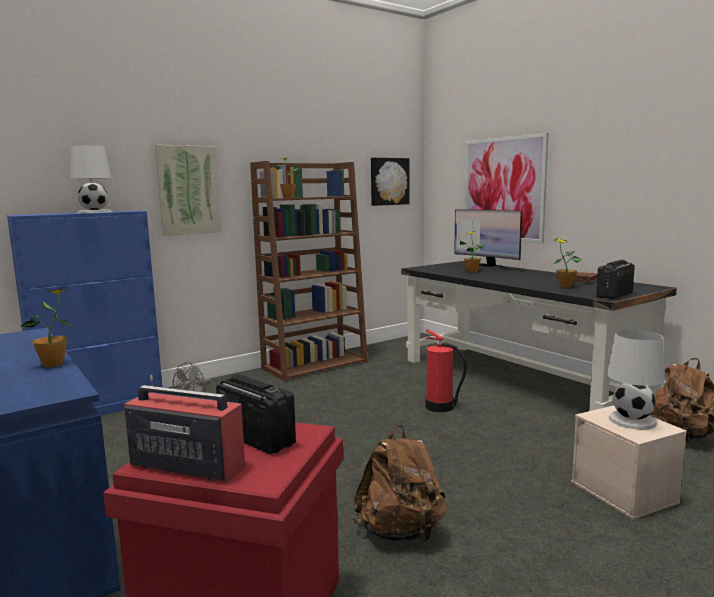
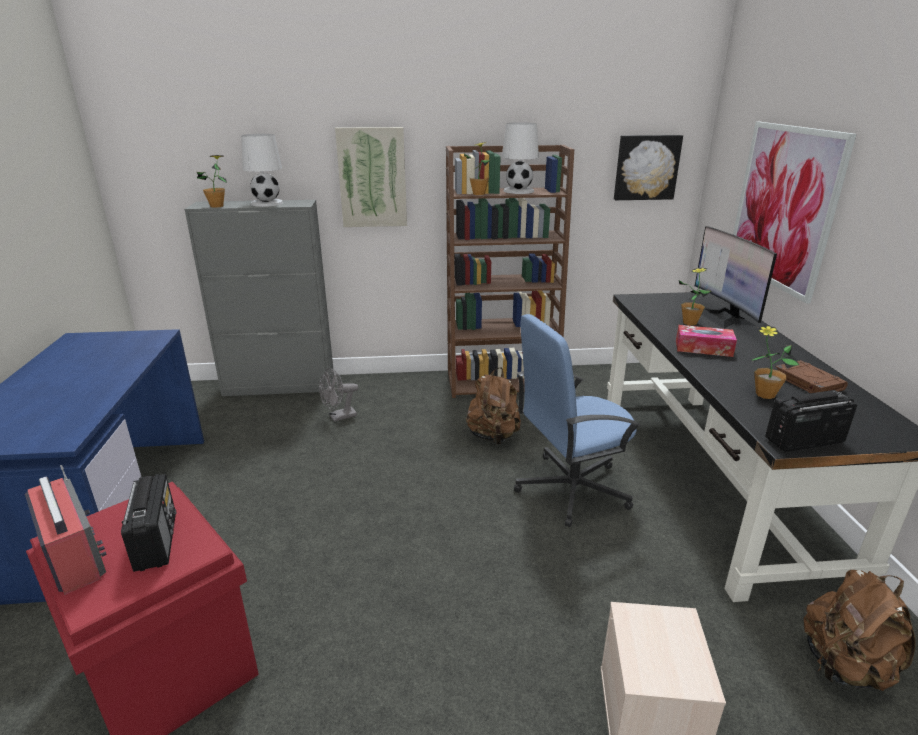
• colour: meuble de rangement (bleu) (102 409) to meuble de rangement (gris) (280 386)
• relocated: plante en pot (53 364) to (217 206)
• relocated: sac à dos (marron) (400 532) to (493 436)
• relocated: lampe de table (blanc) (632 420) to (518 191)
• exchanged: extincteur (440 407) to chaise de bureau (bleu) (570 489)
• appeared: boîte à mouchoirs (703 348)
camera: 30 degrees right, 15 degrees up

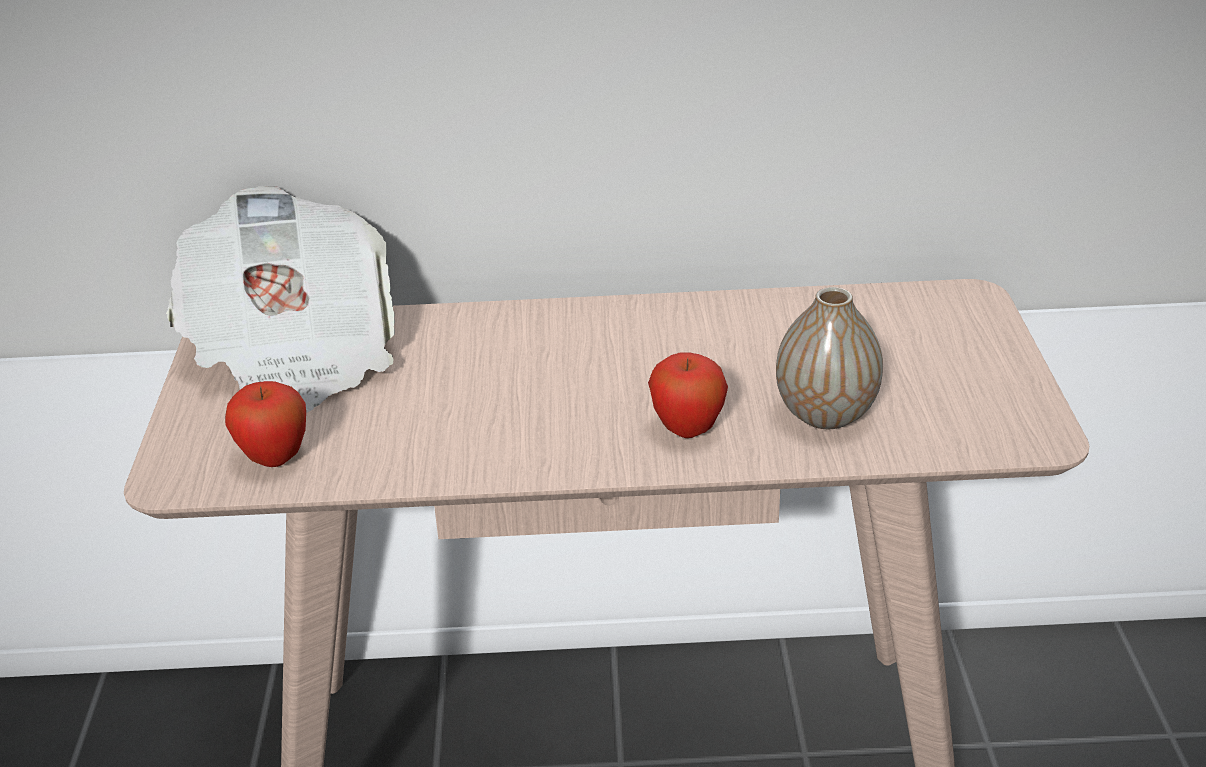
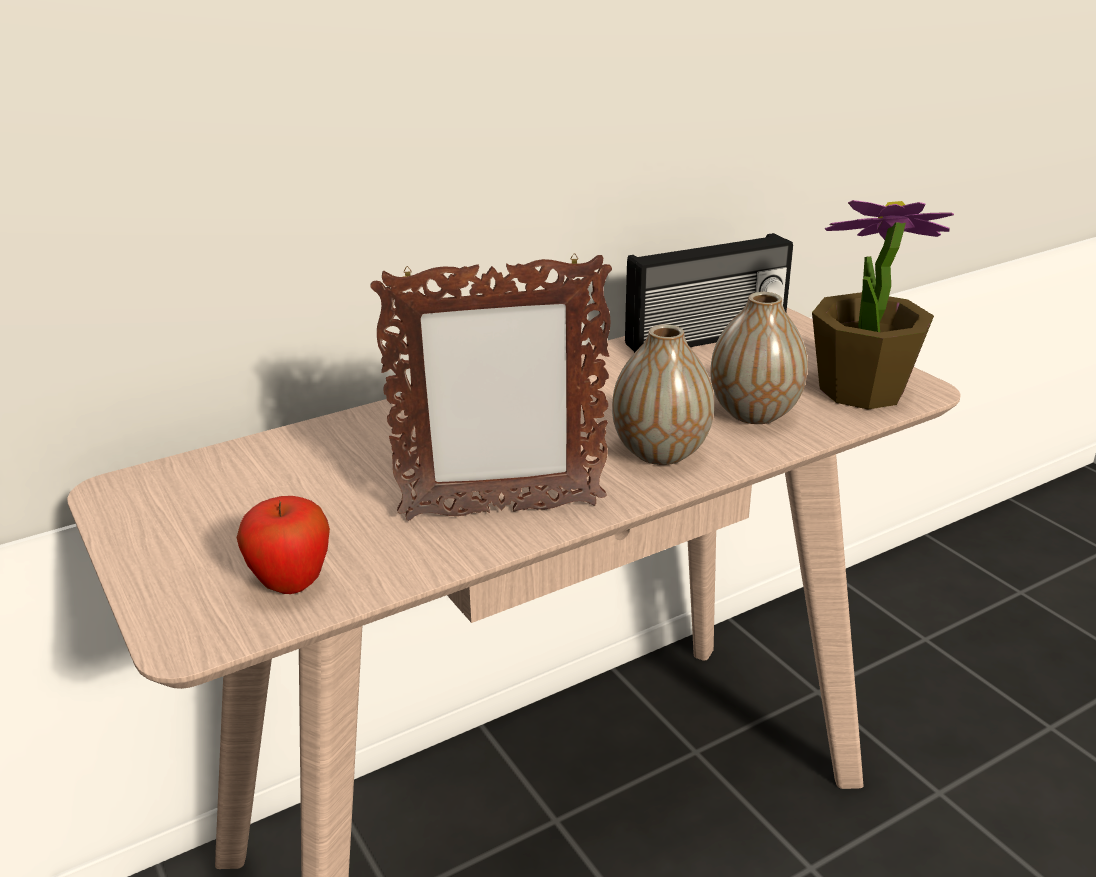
• appeared: cadre photo (500 511)
• exchanged: pomme (687 430) to vase (660 452)
• appeared: radio (707 338)
• appeared: plante en pot (860 390)
• missing: journal (293 355)
camera: 30 degrees left, 5 degrees down

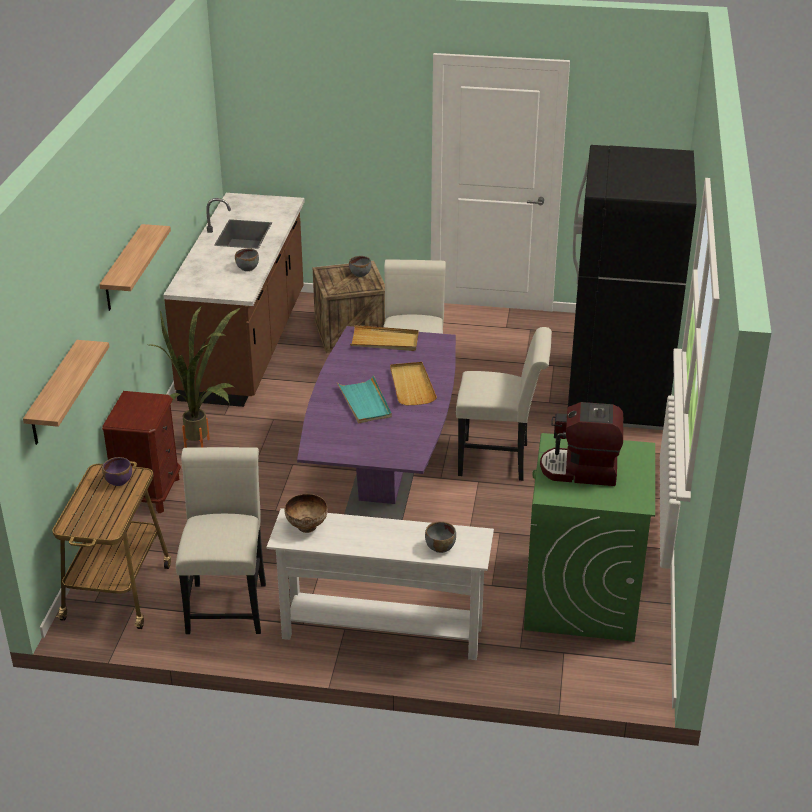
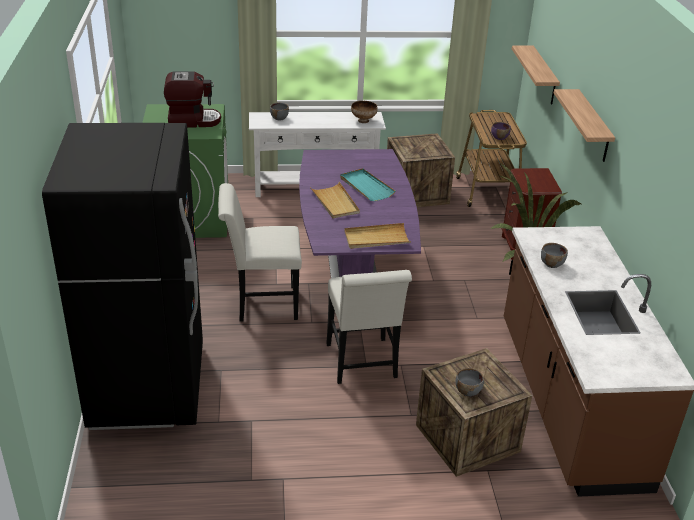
• exchanged: chaise (blanc) (228 603) to caisse (416 193)
camera: 165 degrees right, 0 degrees up

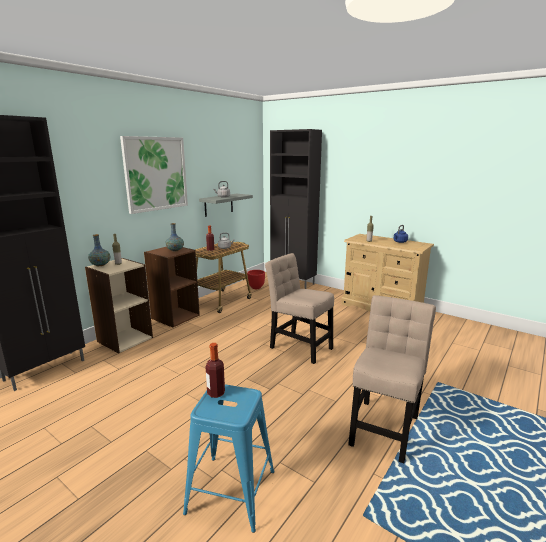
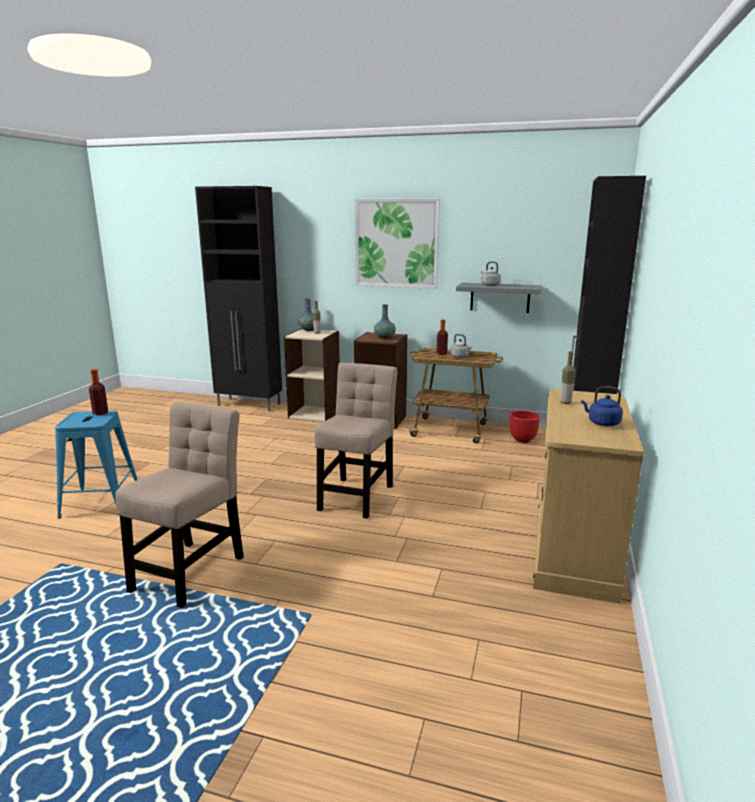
• spun: chaise (beige) (384 426) = (191 570) 75 degrees counterclockwise
camera: 70 degrees right, 0 degrees up

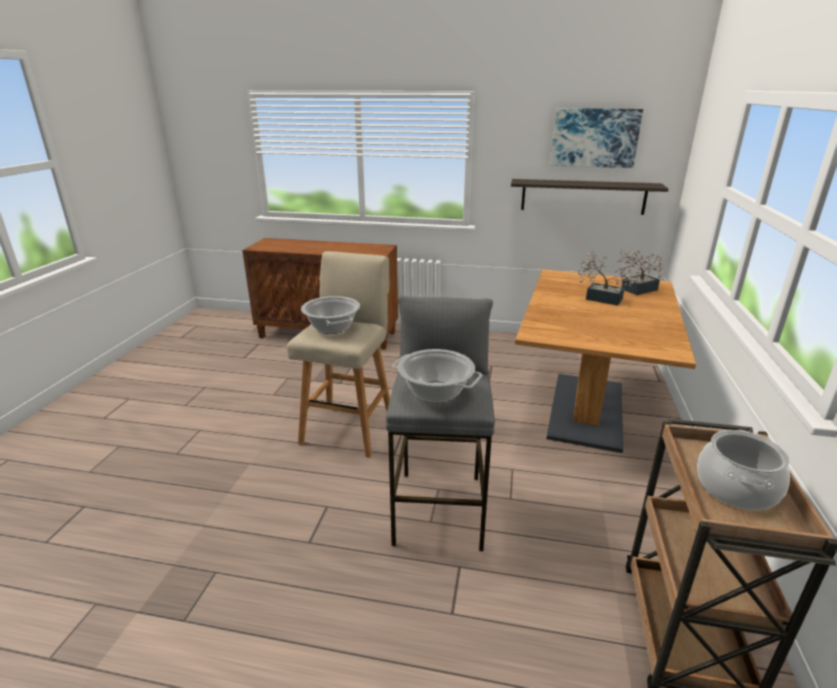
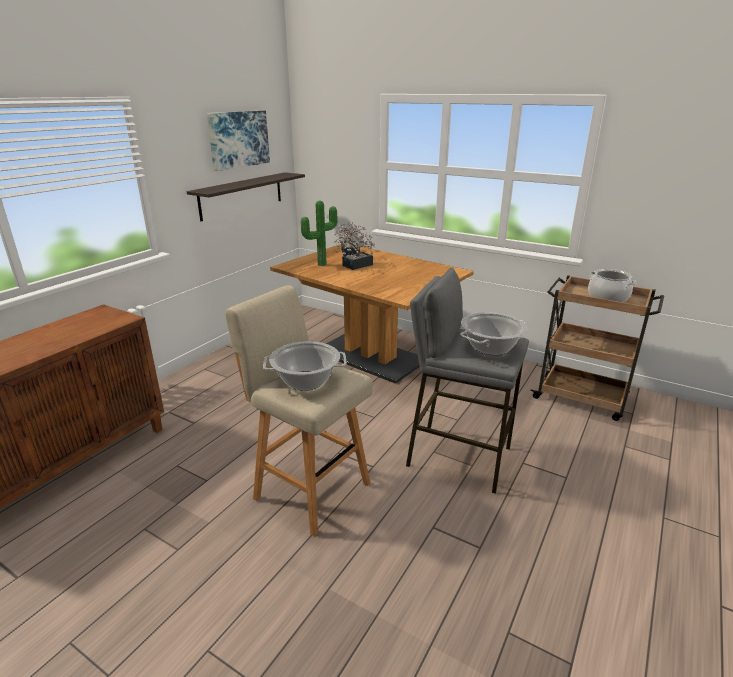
• appeared: plante en pot (321 264)
camera: 70 degrees left, 0 degrees up

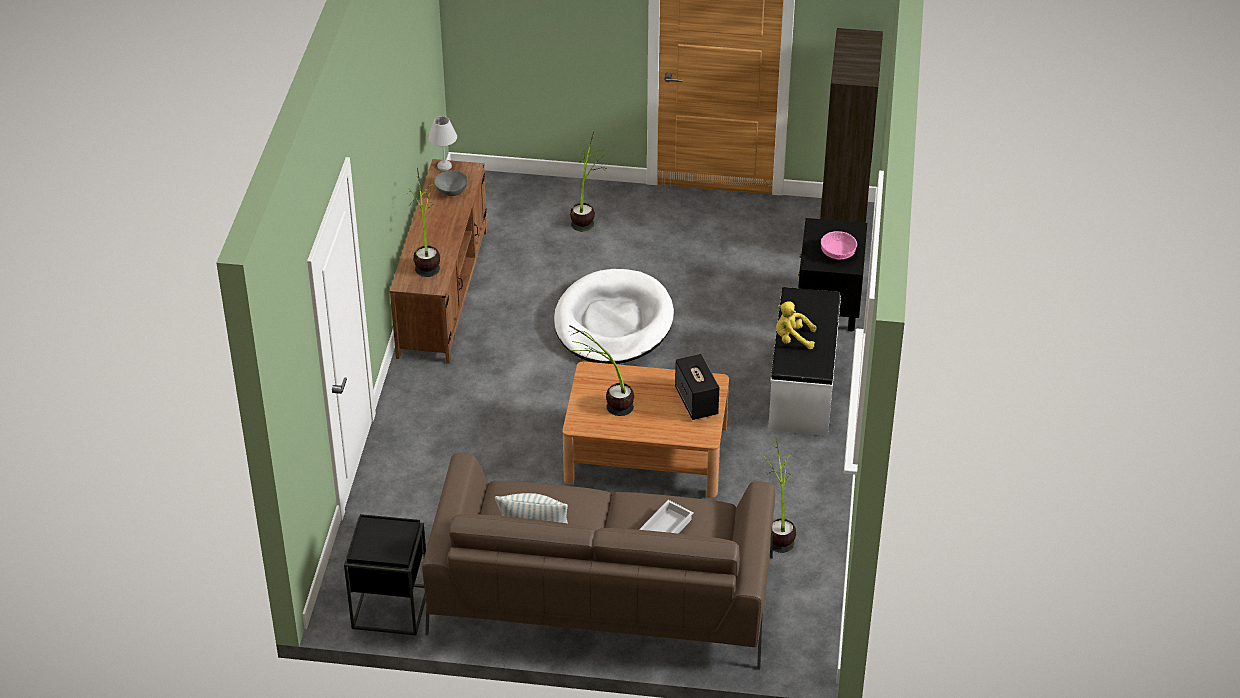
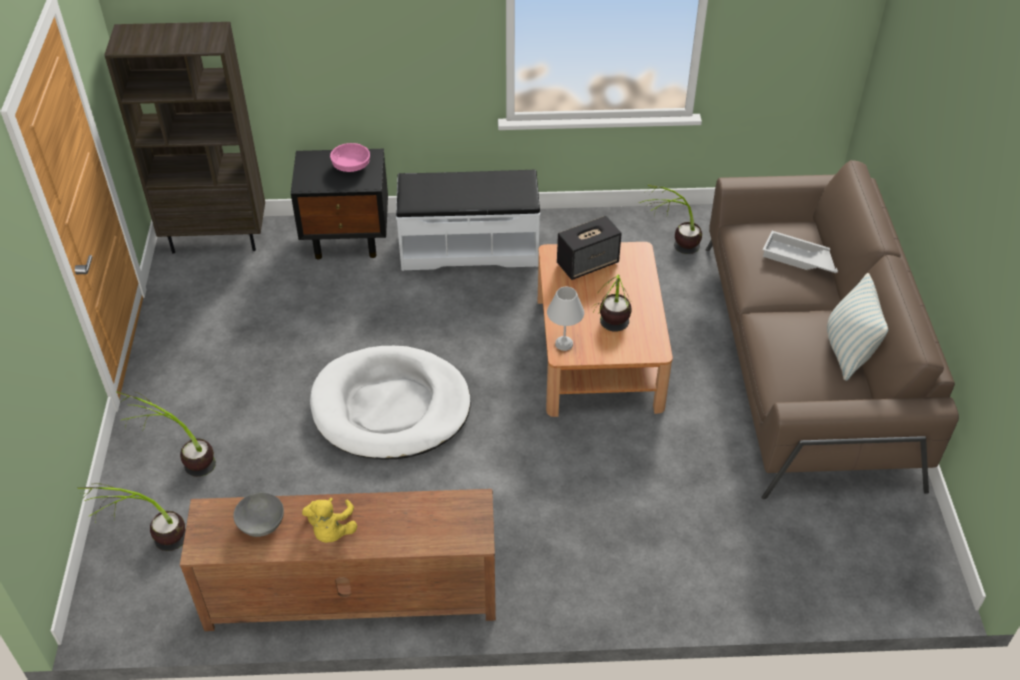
• relocated: plante en pot (426 258) to (150 542)
• relocated: peluche (jaune) (793 339) to (331 531)
• relocated: lampe de table (blanc) (444 166) to (565 344)
• missing: table d'appoint (noir) (390 607)
camera: 100 degrees left, 5 degrees up

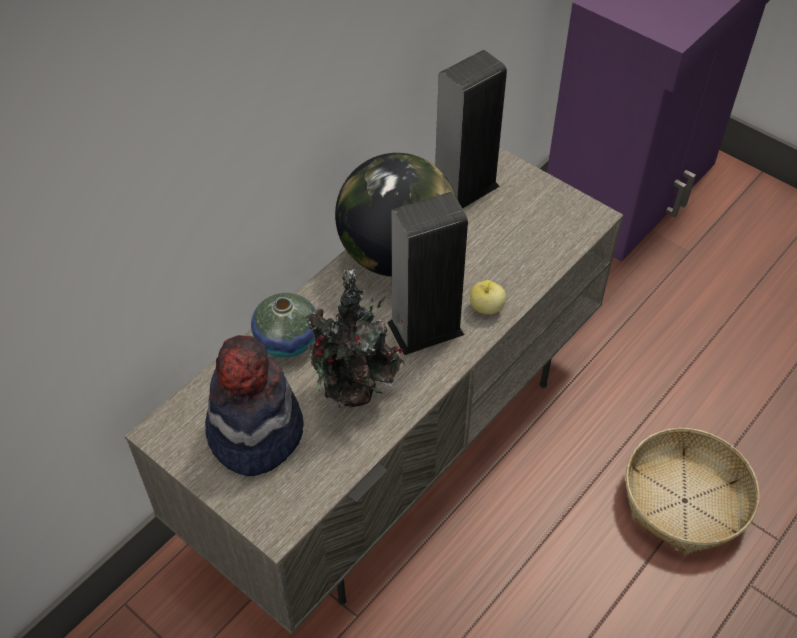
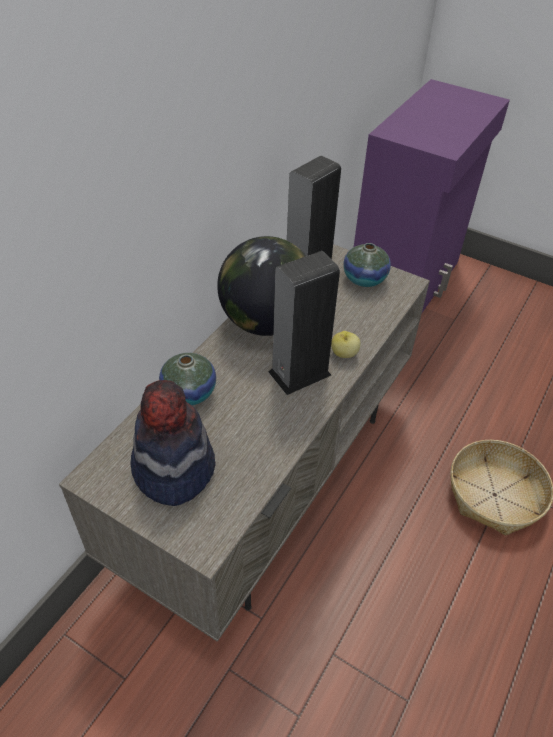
• appeared: vase (364 279)
• missing: plante en pot (354 395)
camera: 10 degrees left, 5 degrees down

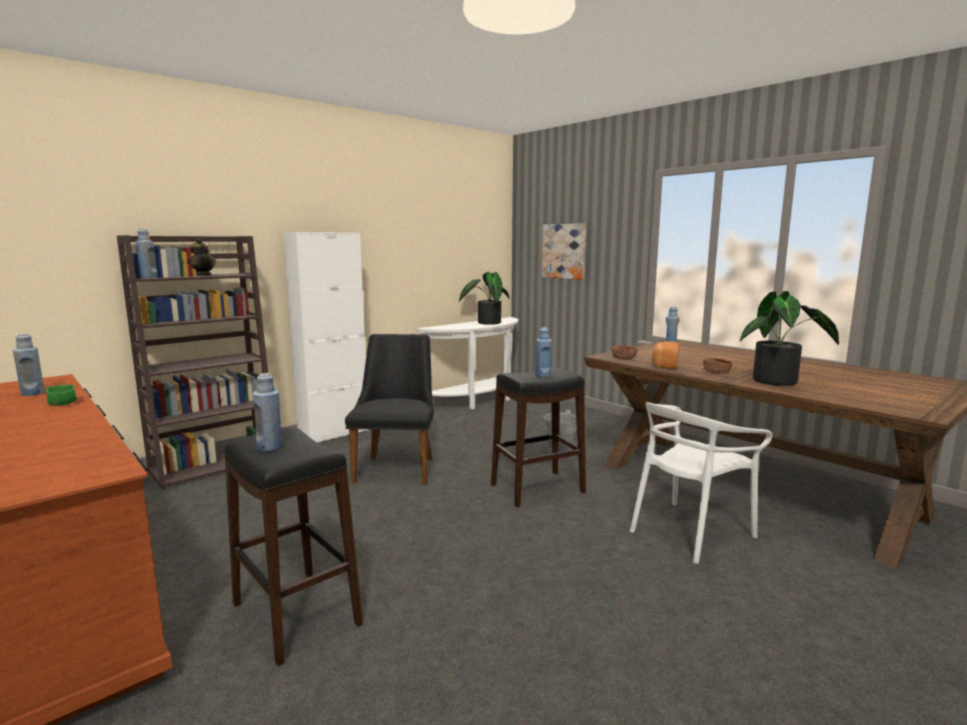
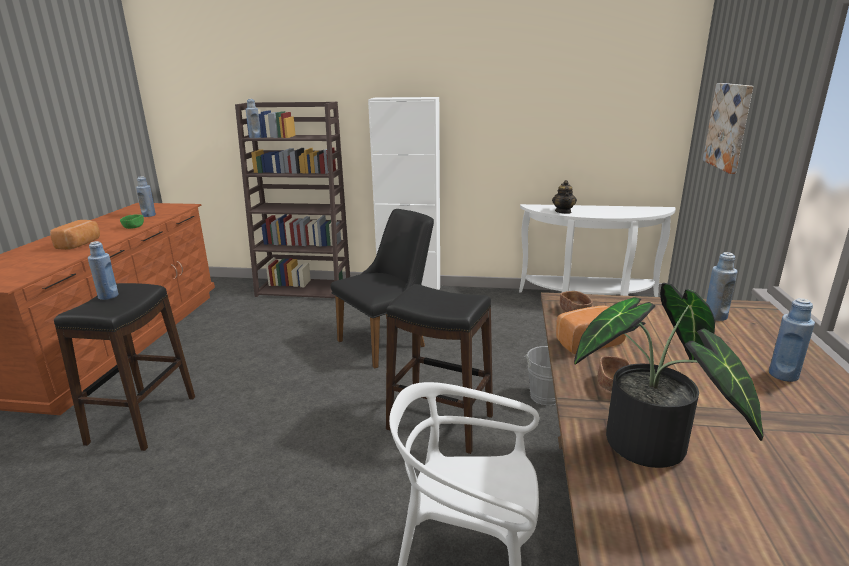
• appeared: pain (80 244)
• relocated: théière (202 275) to (563 212)
• relocated: bouteille (bleu) (543 376) to (783 375)
• missing: plante en pot (486 322)
camera: 50 degrees right, 10 degrees up

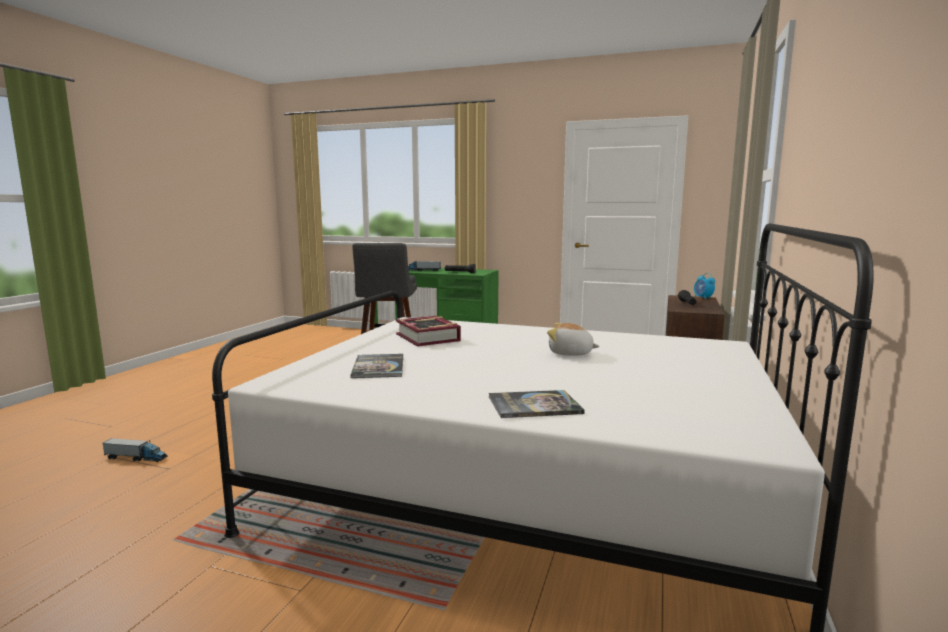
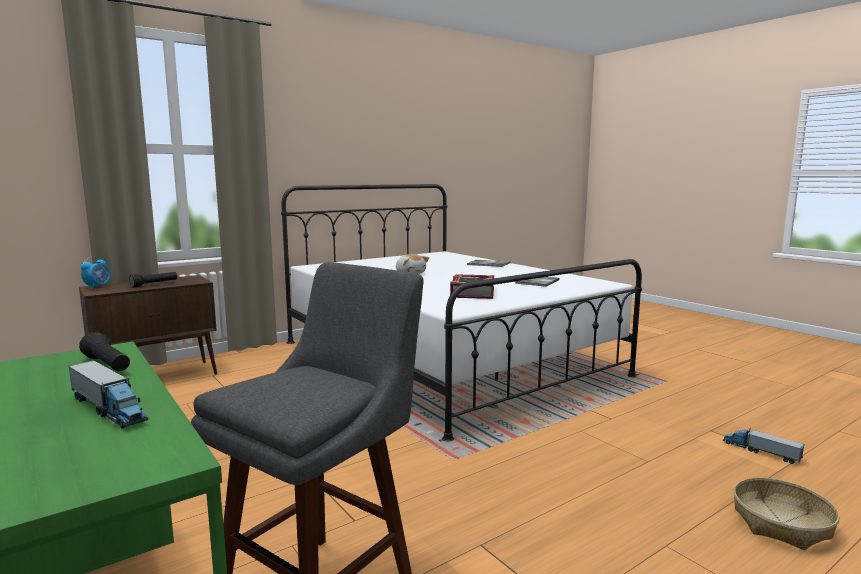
• appeared: panier (782 523)
camera: 145 degrees left, 0 degrees up

